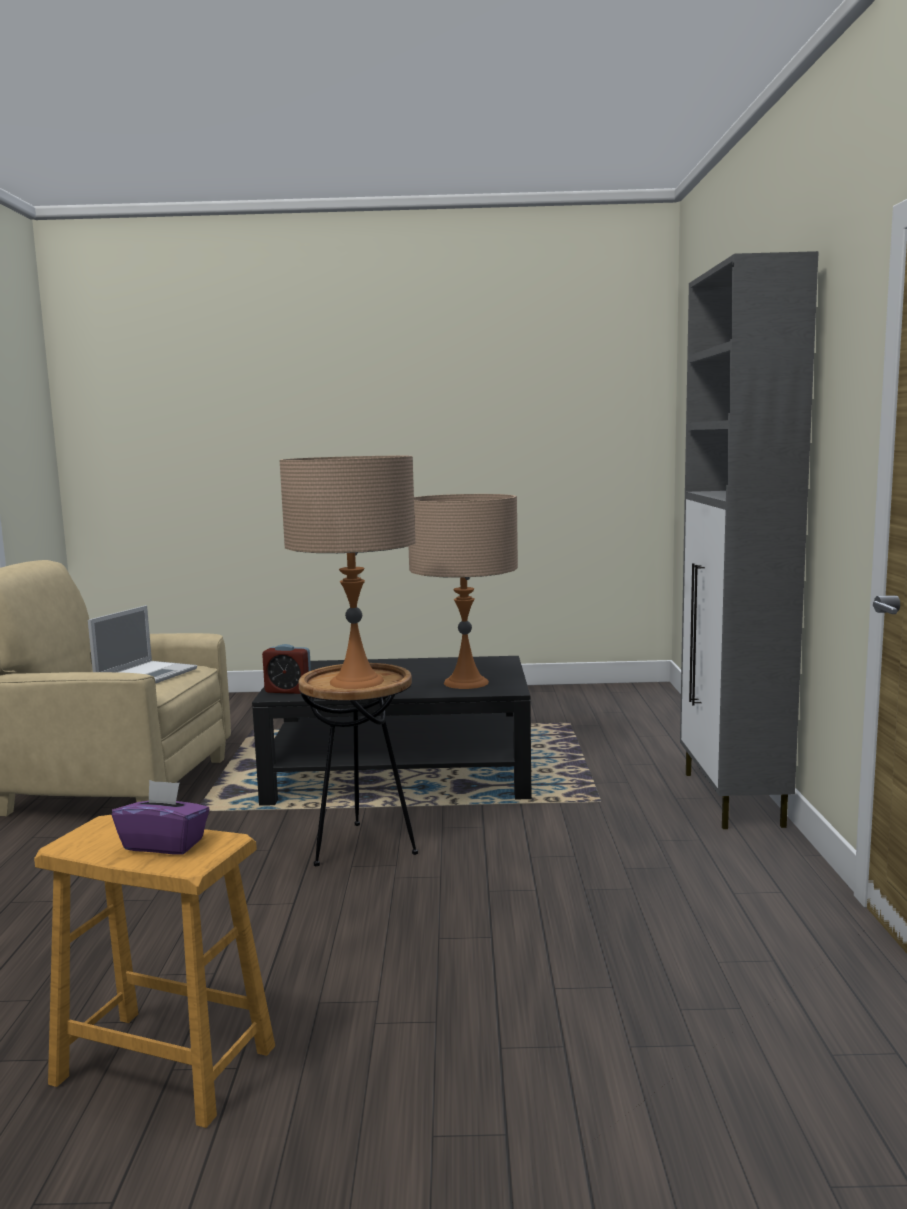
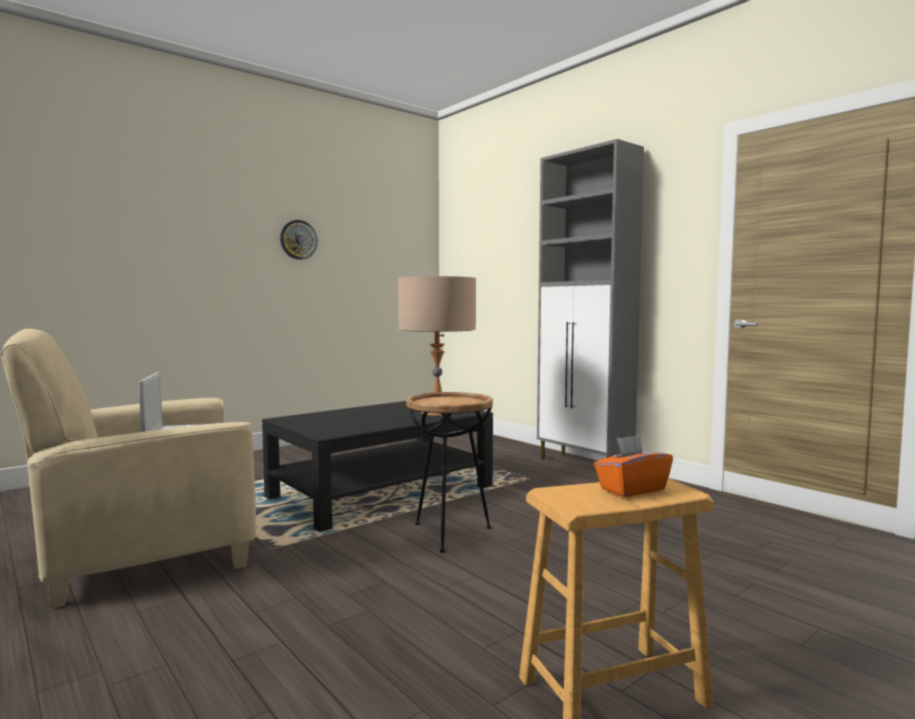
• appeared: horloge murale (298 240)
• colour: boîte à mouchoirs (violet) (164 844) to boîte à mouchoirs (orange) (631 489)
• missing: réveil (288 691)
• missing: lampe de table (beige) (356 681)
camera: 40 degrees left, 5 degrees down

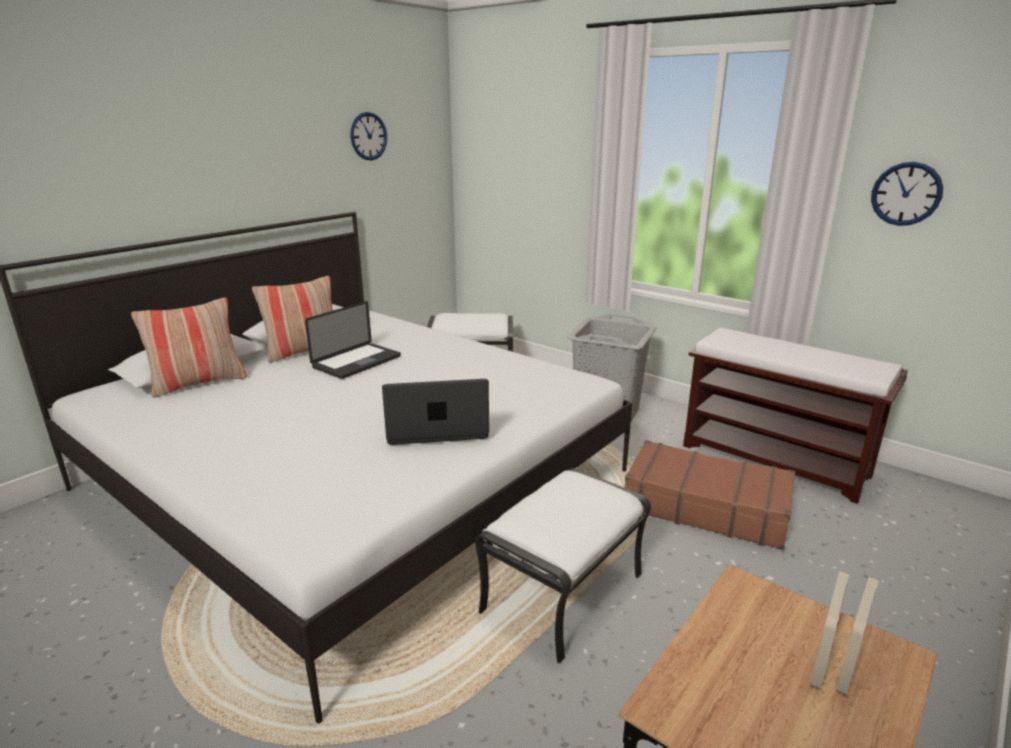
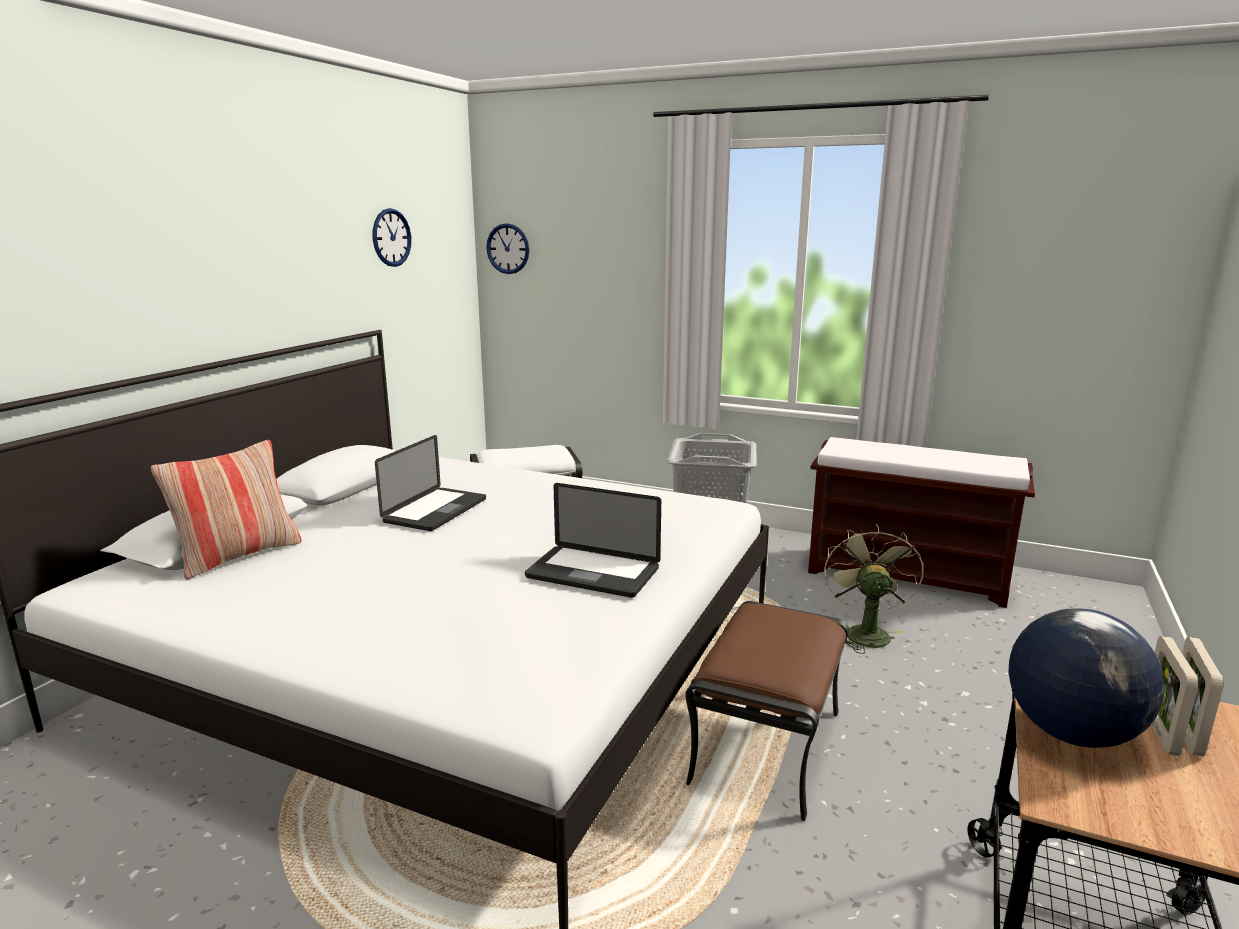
• relocated: horloge murale (906 194) to (508 248)
• spun: ordinateur portable (437 429) = (593 573) 135 degrees counterclockwise
• colour: pouf (blanc) (562 591) to pouf (marron) (765 744)
• exchanged: valise (marron) (705 507) to ventilateur (vert) (864 632)
• appeared: globe (1071 732)
• missing: coussin (304 351)
camera: 15 degrees left, 5 degrees down

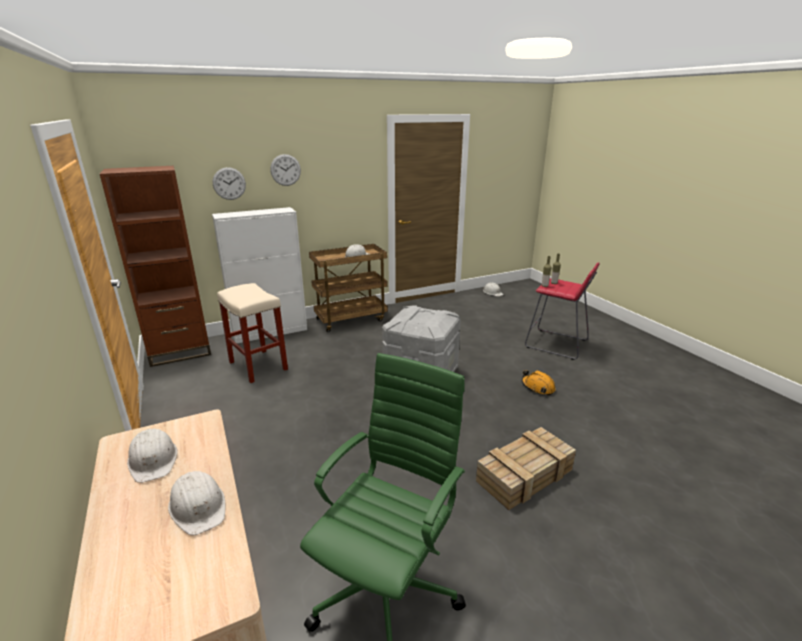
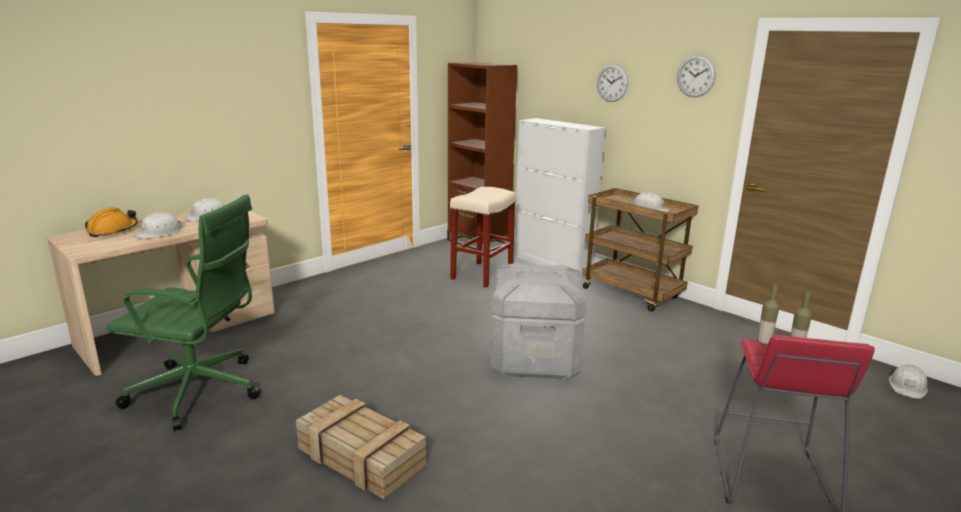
• relocated: casque de chantier (orange) (538 387) to (113 230)
• relocated: horloge murale (229 183) to (695 76)
camera: 70 degrees right, 5 degrees down

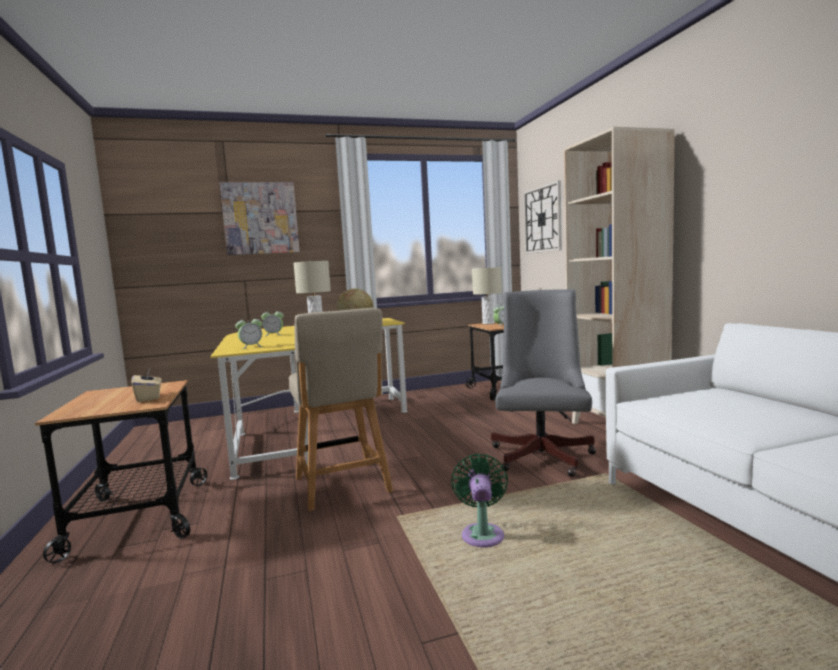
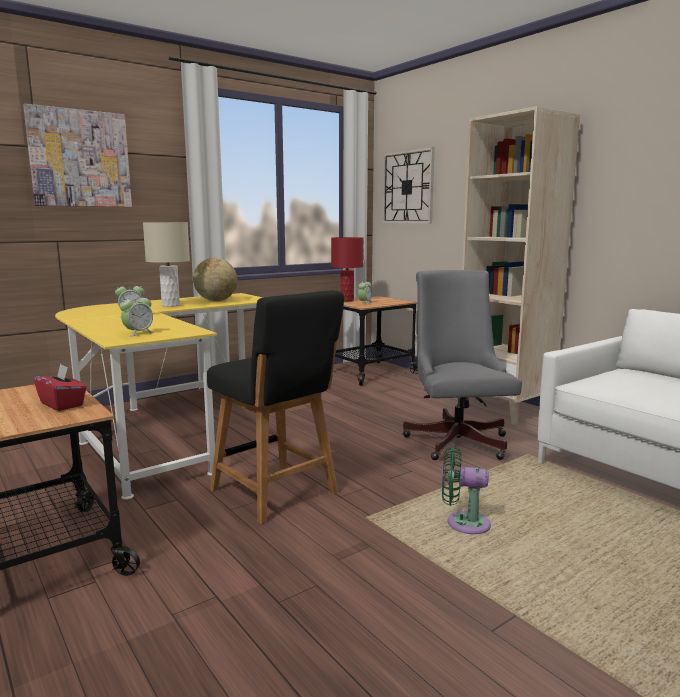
• colour: boîte à mouchoirs (beige) (149 397) to boîte à mouchoirs (rouge) (62 404)
• colour: chaise (beige) (343 487) to chaise (noir) (277 493)
• colour: lampe de table (beige) (488 323) to lampe de table (rouge) (347 300)
• spun: ventilateur (vert) (482 533) = (463 523) 60 degrees counterclockwise
camera: 20 degrees left, 5 degrees up

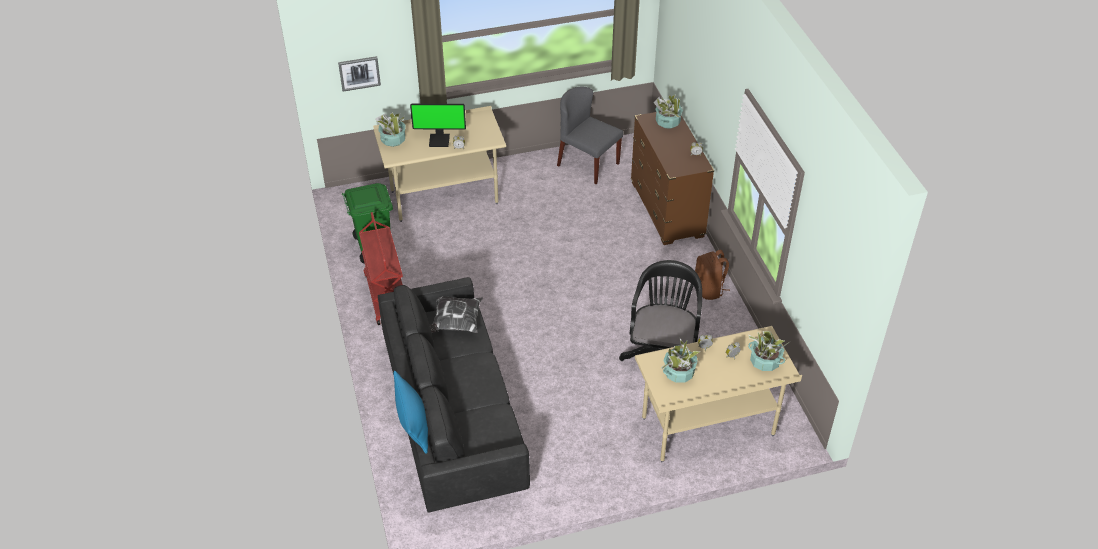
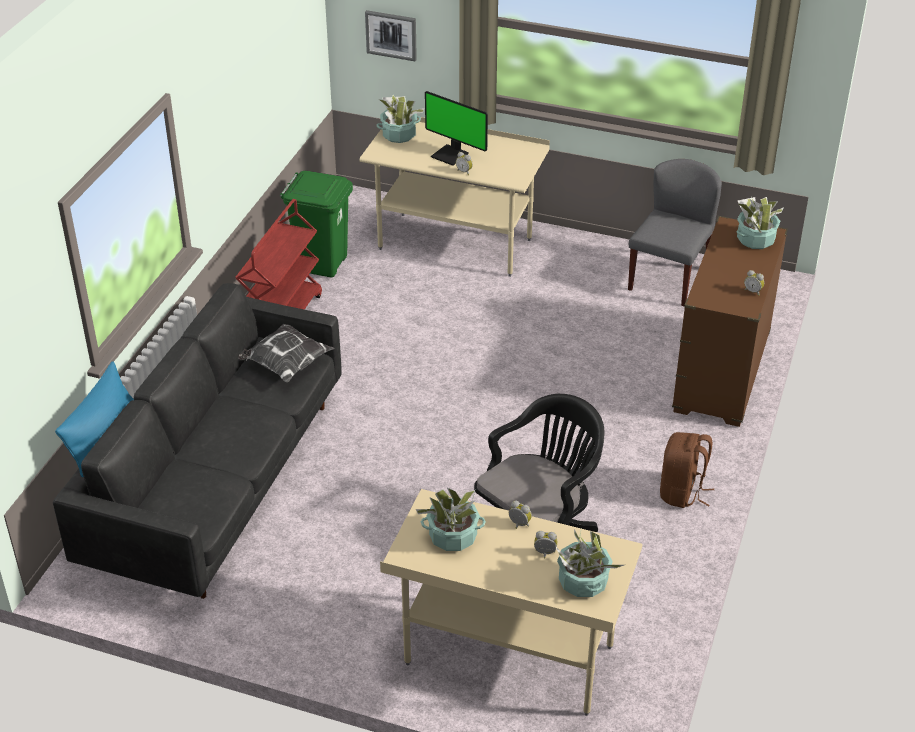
• spun: chaise (gris) (587 164) = (669 278) 45 degrees clockwise
camera: 35 degrees right, 5 degrees down

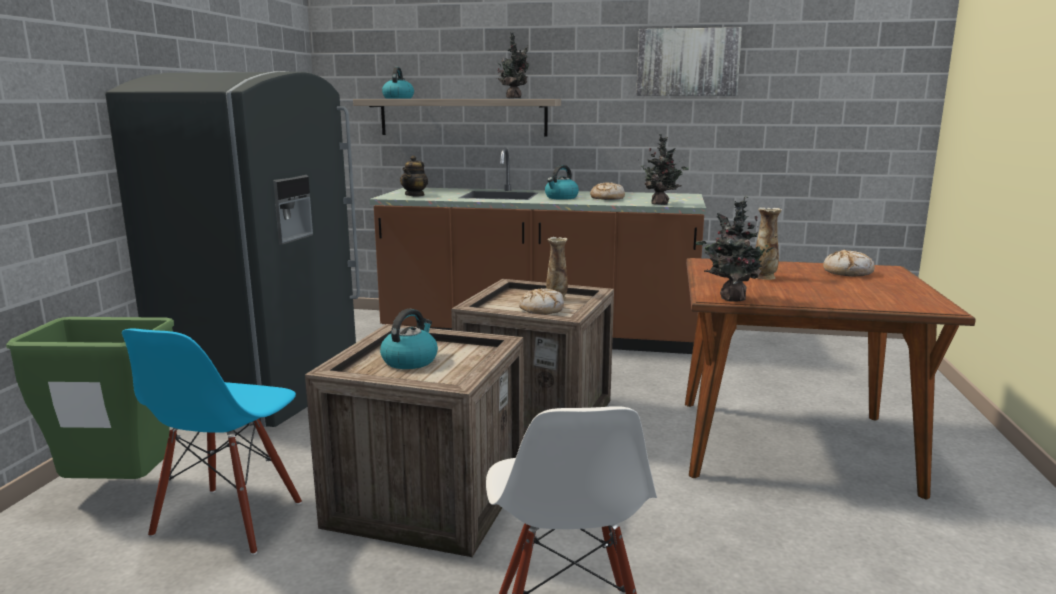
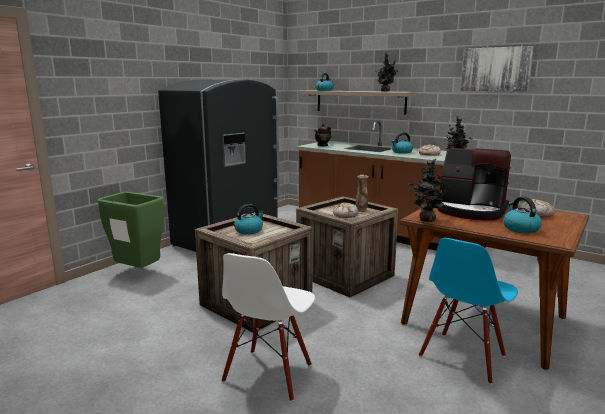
• relocated: chaise (bleu) (229 520) to (463 357)
• exchanged: vase (764 277) to machine à café (471 210)
• appeared: bouilloire (520 229)
camera: 25 degrees right, 0 degrees up

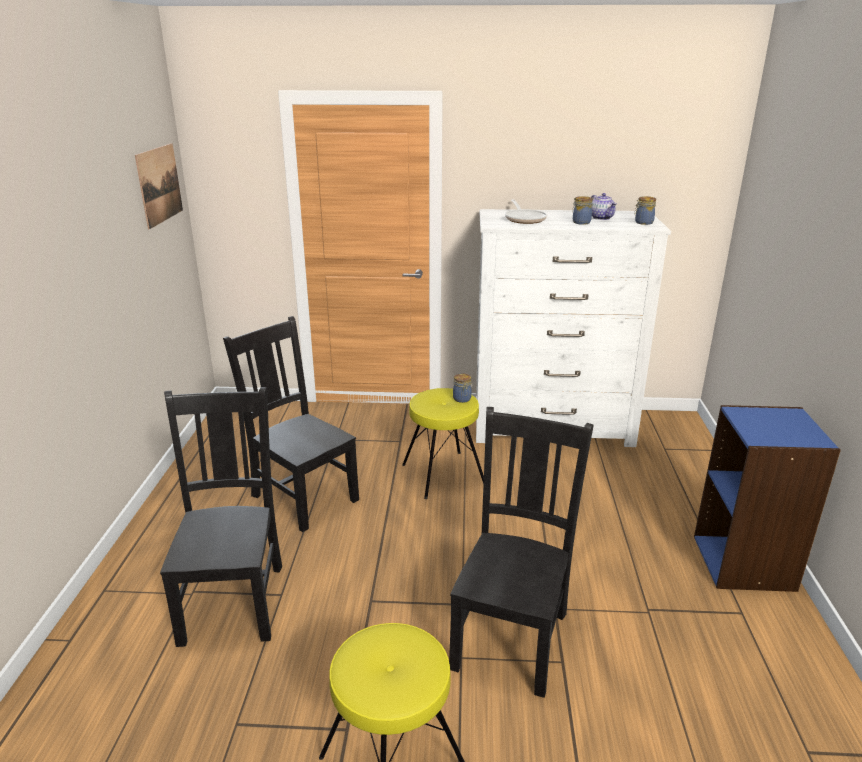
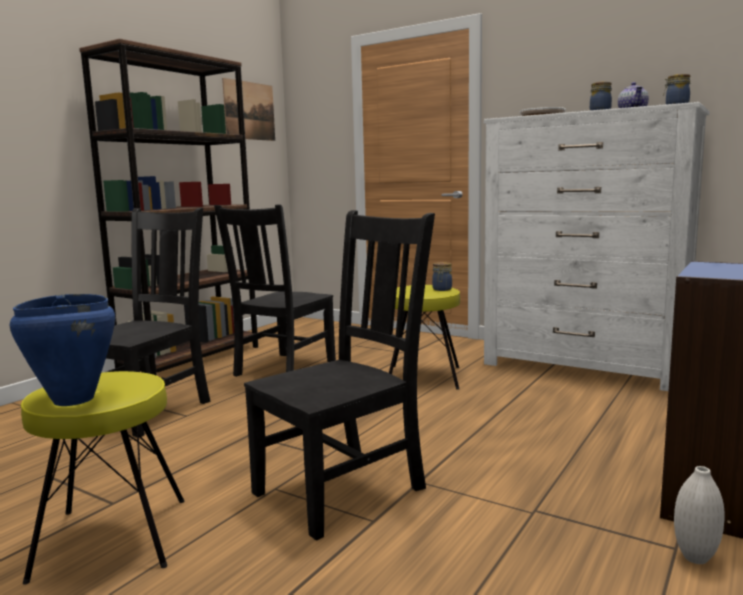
• appeared: marmite (bleu) (73 400)
• appeared: bibliothèque (marron) (191 359)
• spun: chaise (noir) (302 496) = (283 369) 135 degrees counterclockwise
• appeared: vase (blanc) (695 558)
camera: 30 degrees right, 15 degrees down

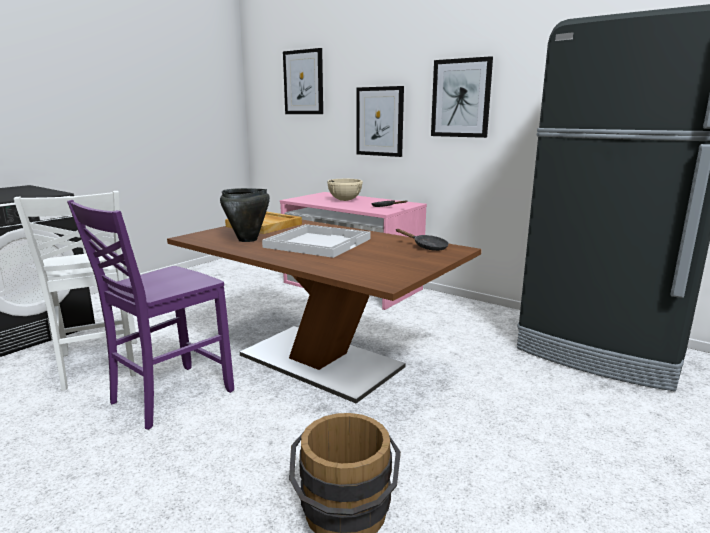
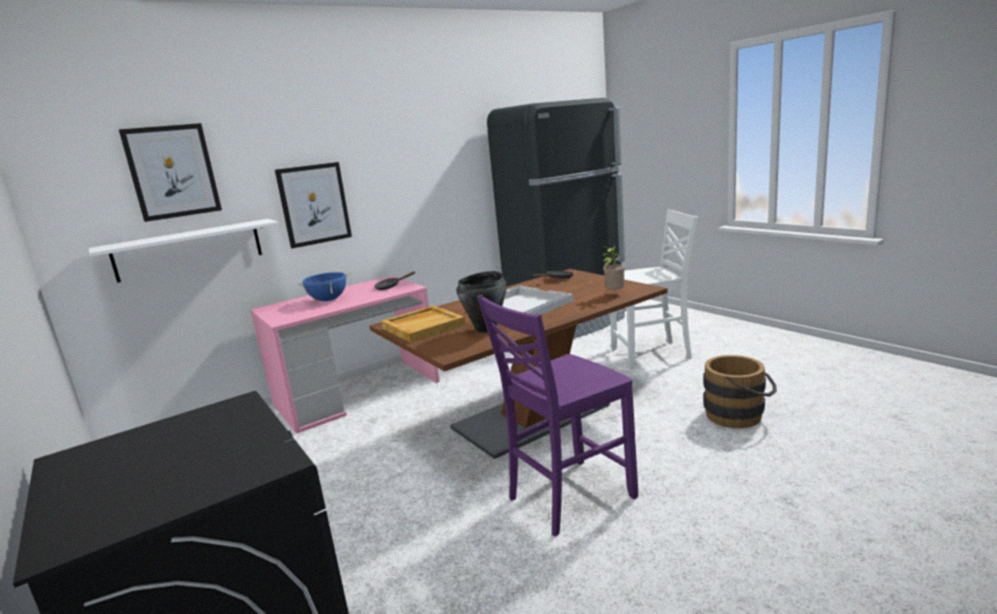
• appeared: étagère (blanc) (189 250)
• colour: marmite (beige) (345 200) to marmite (bleu) (328 300)
• spun: chaise (violet) (169 396) = (568 497) 90 degrees clockwise
• appeared: plante en pot (614 294)
• relocated: chaise (blanc) (99 365) to (652 354)
• missing: tableau (461 98)
camera: 70 degrees left, 0 degrees up

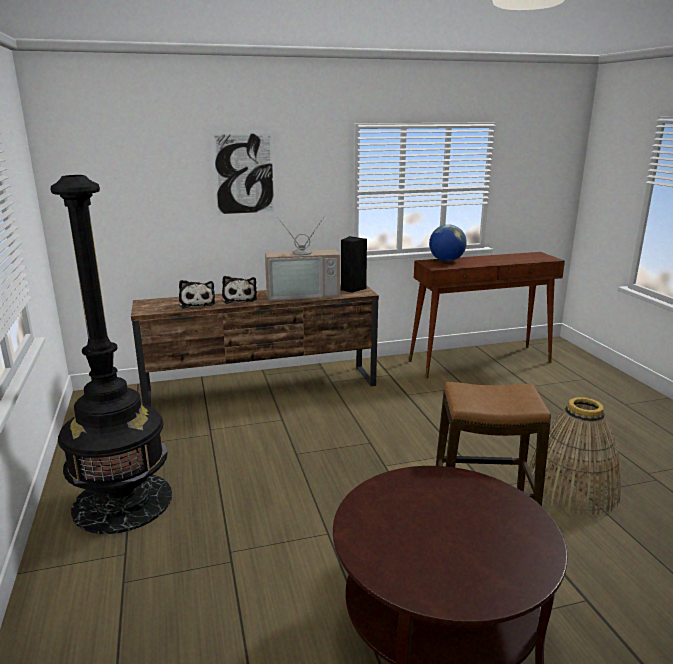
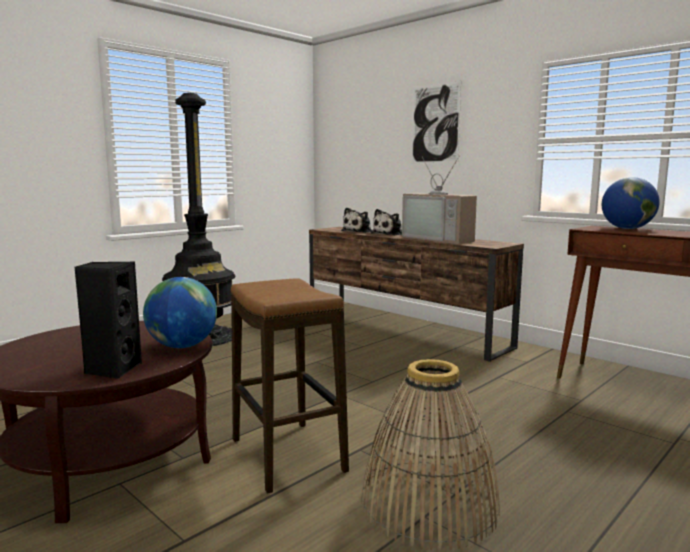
• relocated: enceinte (noir) (352 289) to (112 369)
• appeared: globe (182 346)
camera: 60 degrees right, 10 degrees down

